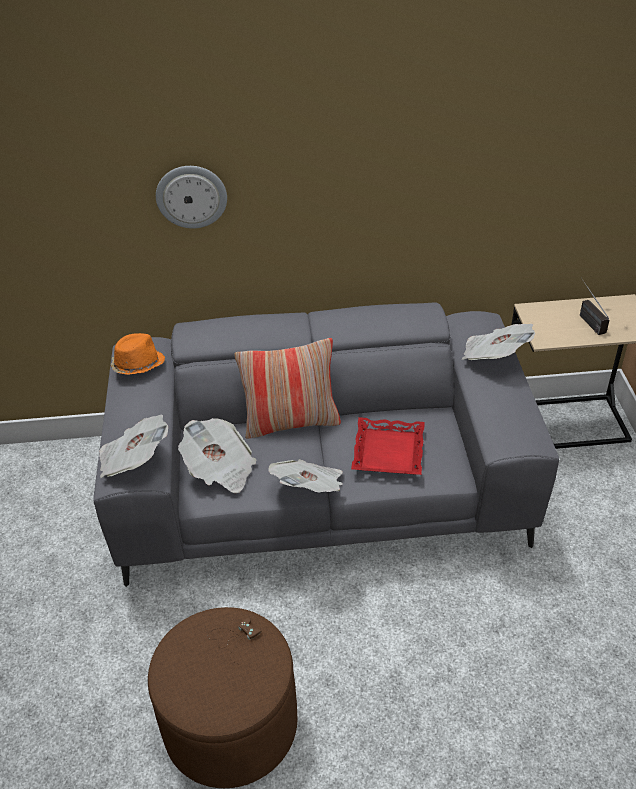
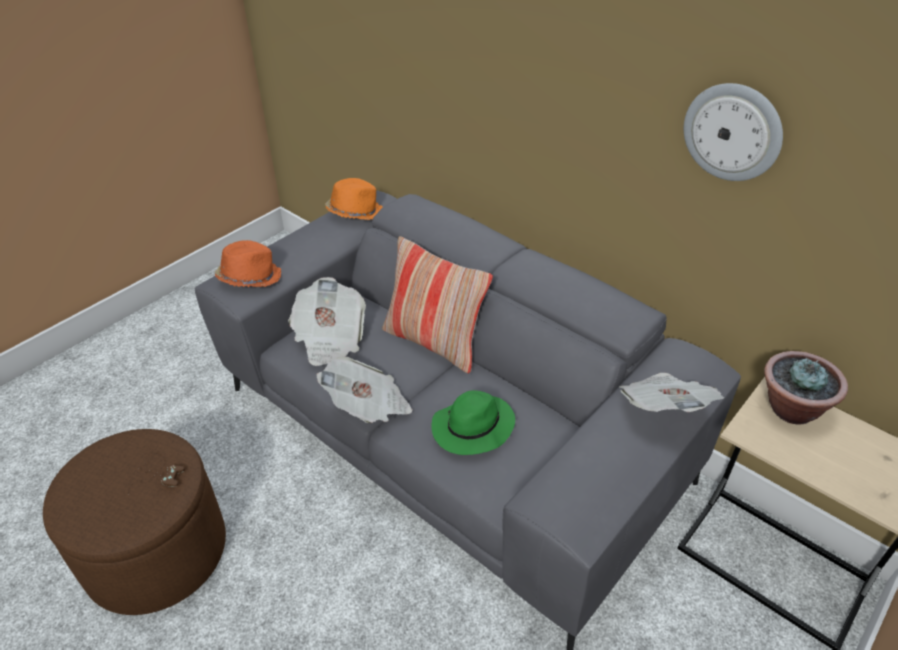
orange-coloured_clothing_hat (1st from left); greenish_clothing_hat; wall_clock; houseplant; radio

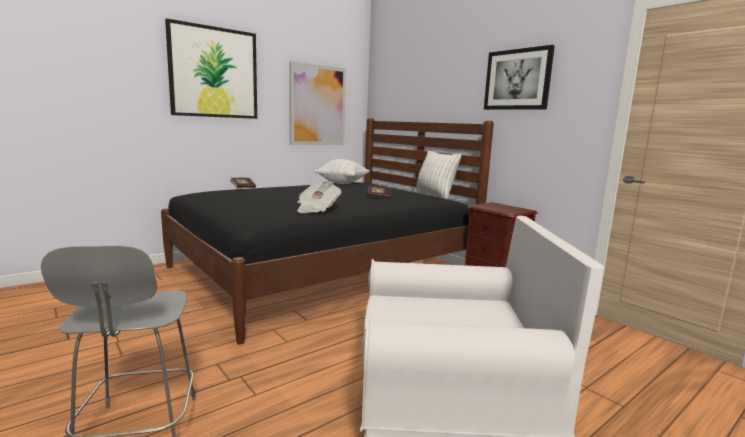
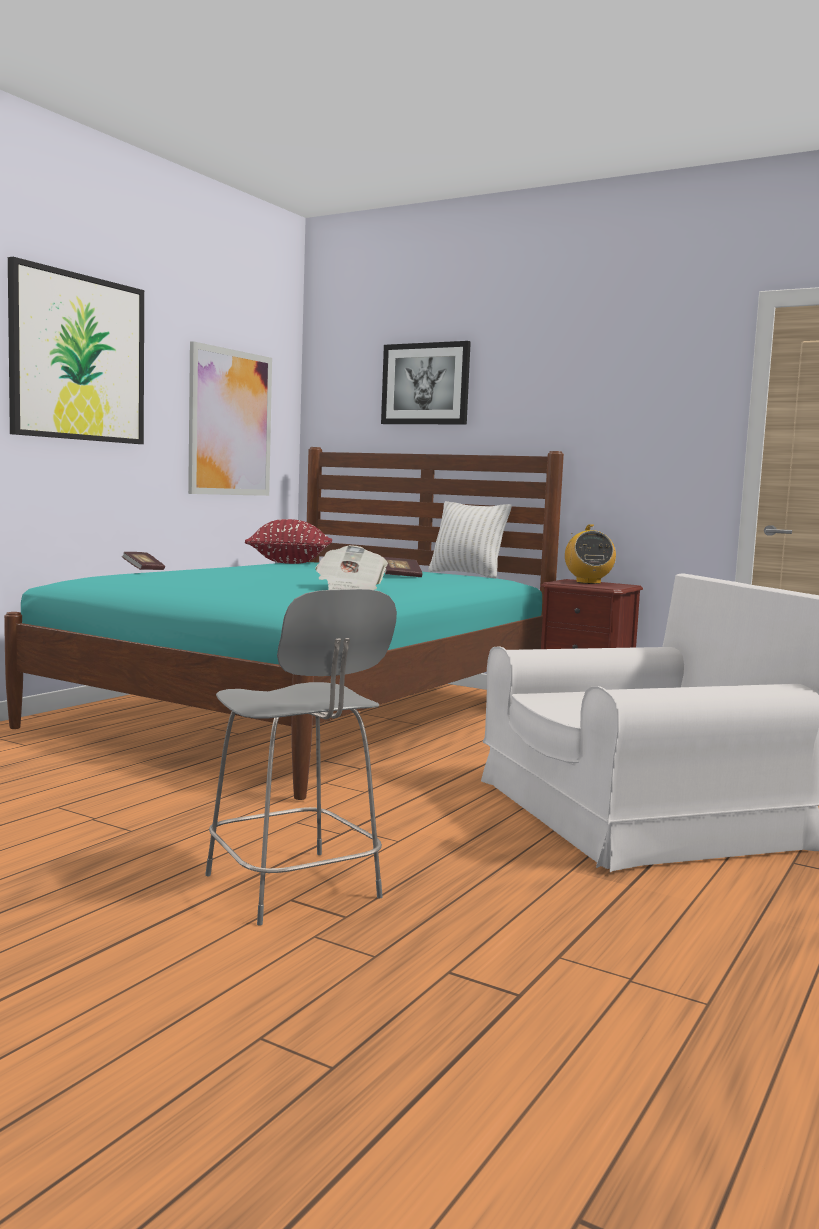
turquoise-coloured_bed; reddish_pillow; wall_art (3rd from left); radio

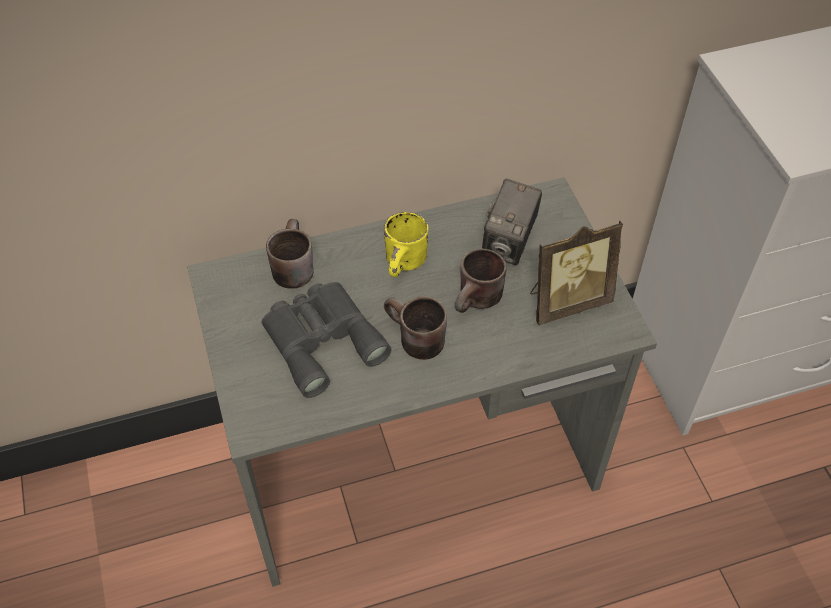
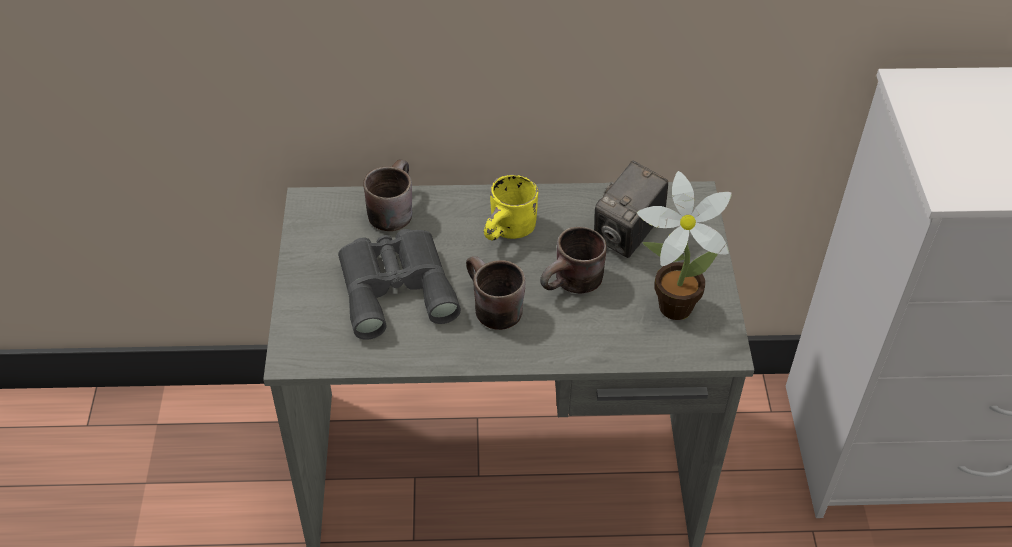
houseplant

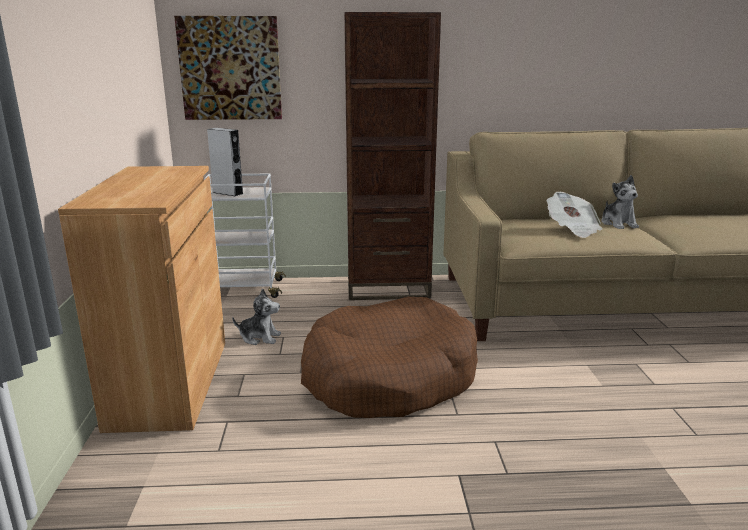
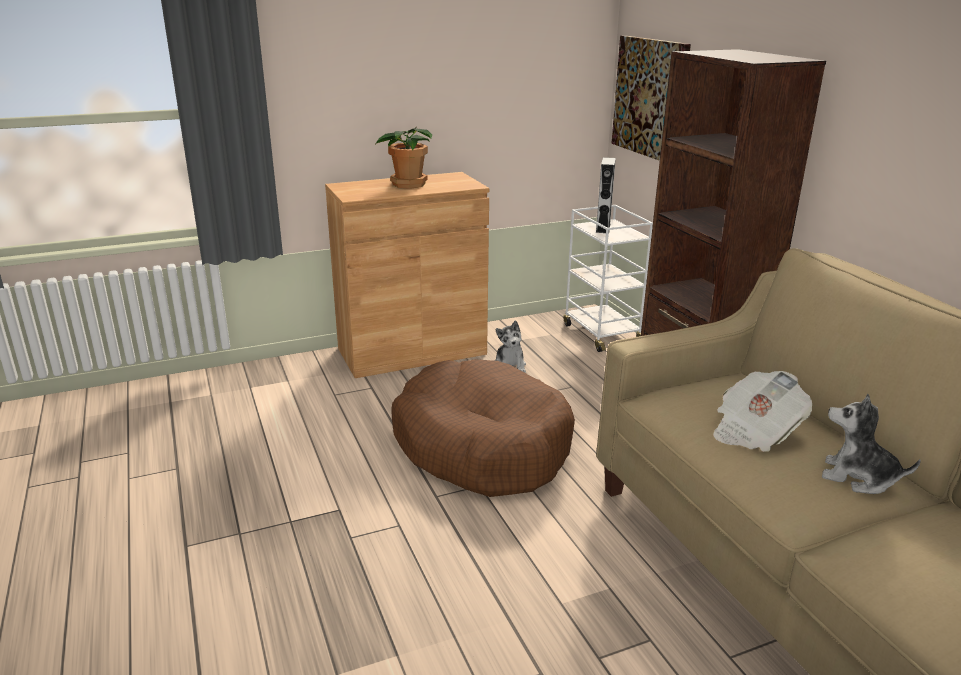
houseplant; soft_toy (2nd from left)

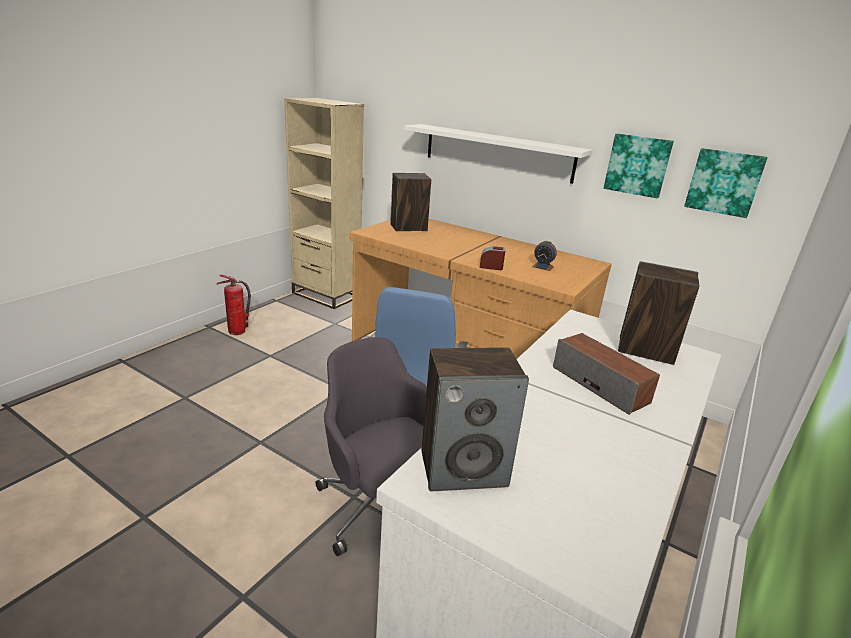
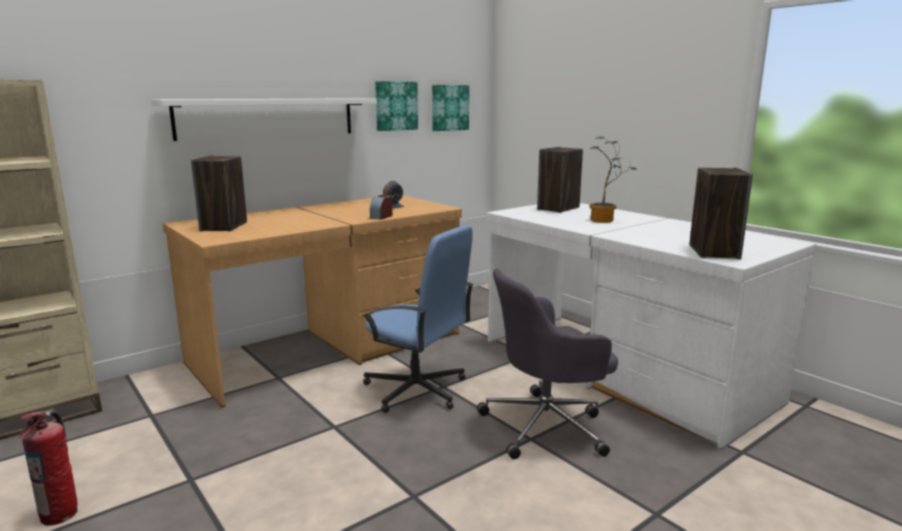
houseplant

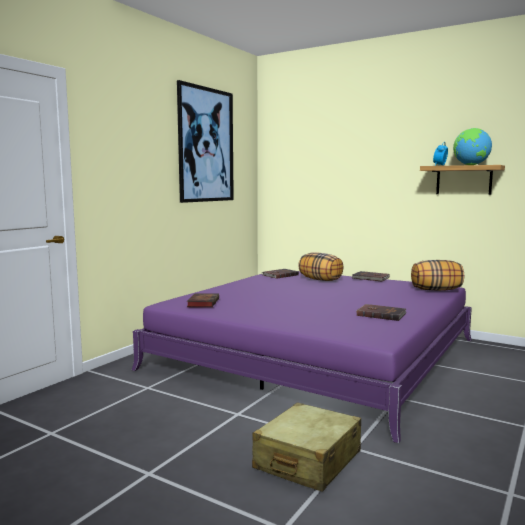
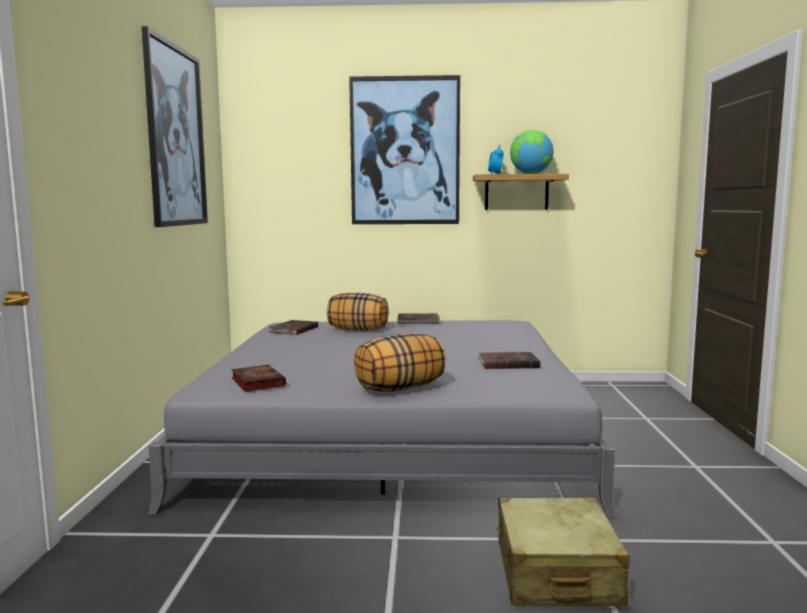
greyish_bed; wall_art (2nd from left); pillow (2nd from left)

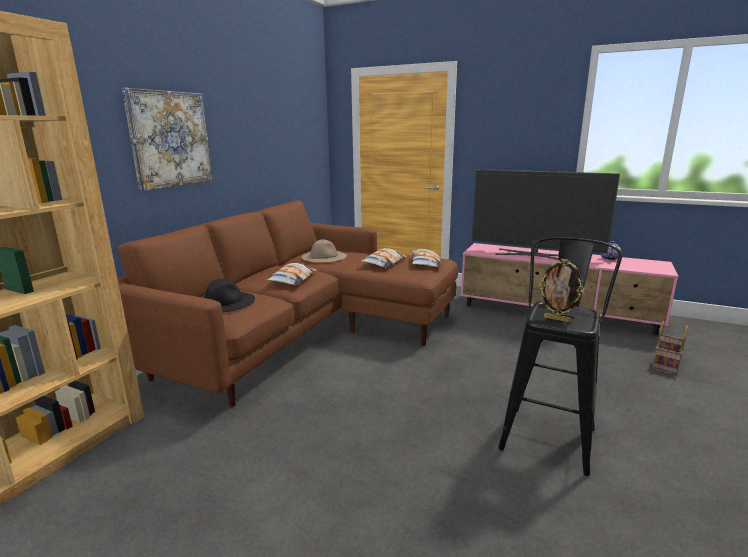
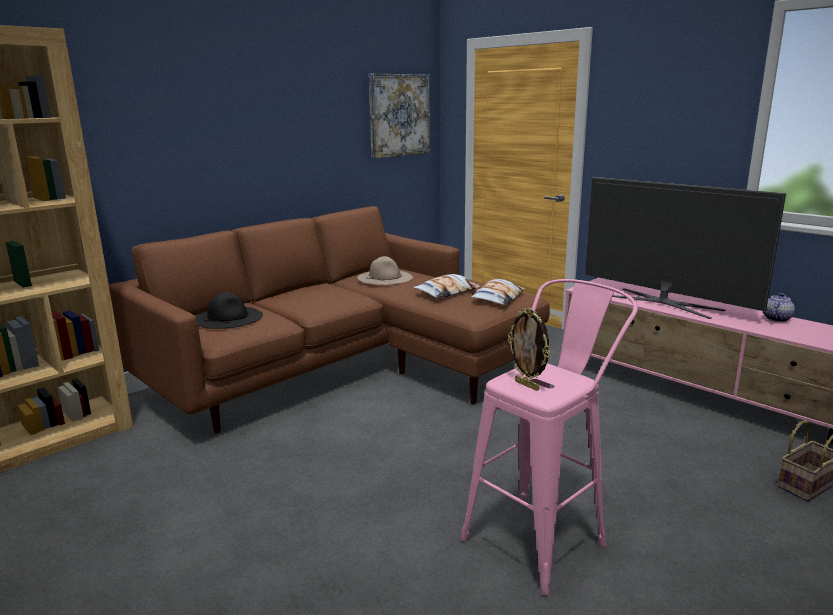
wall_art; pink-coloured_stool; pillow (1st from left in the first image)

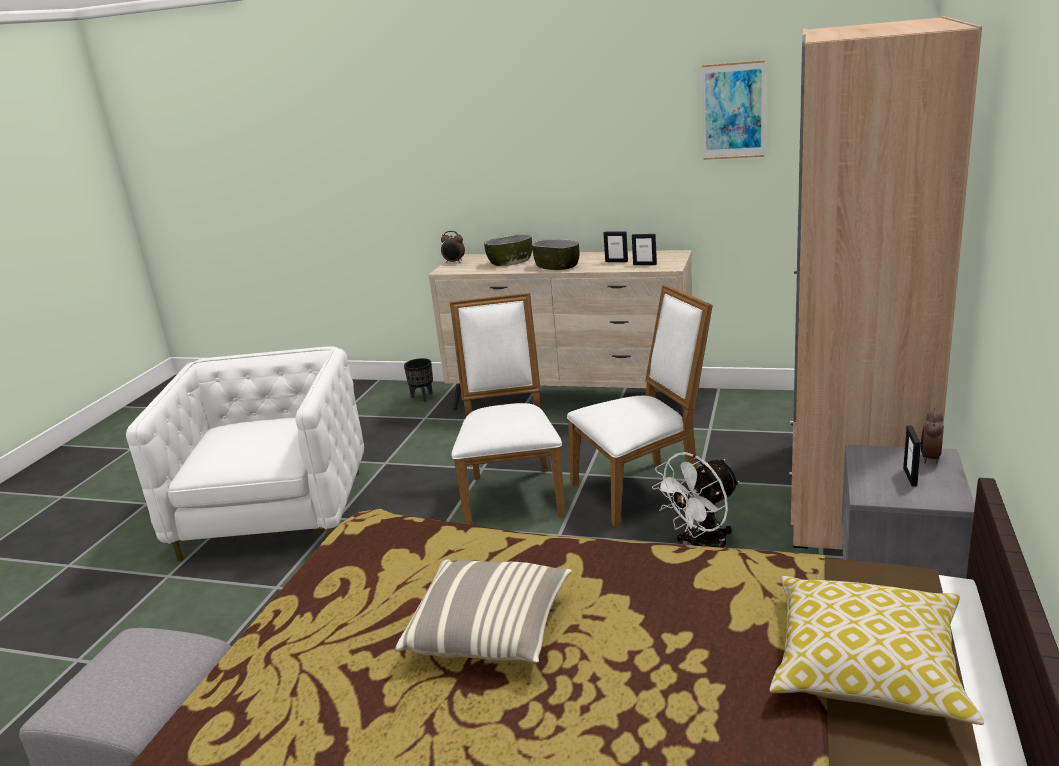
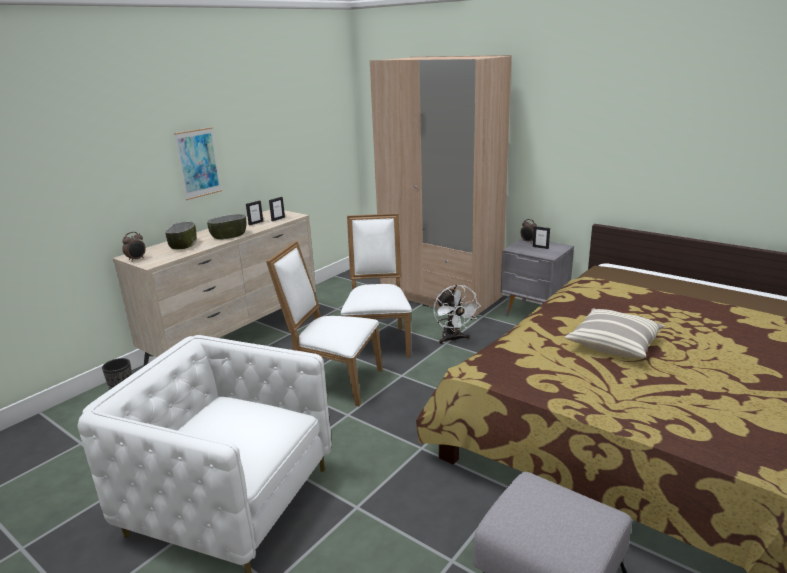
wall_art; pillow (2nd from left in the first image)

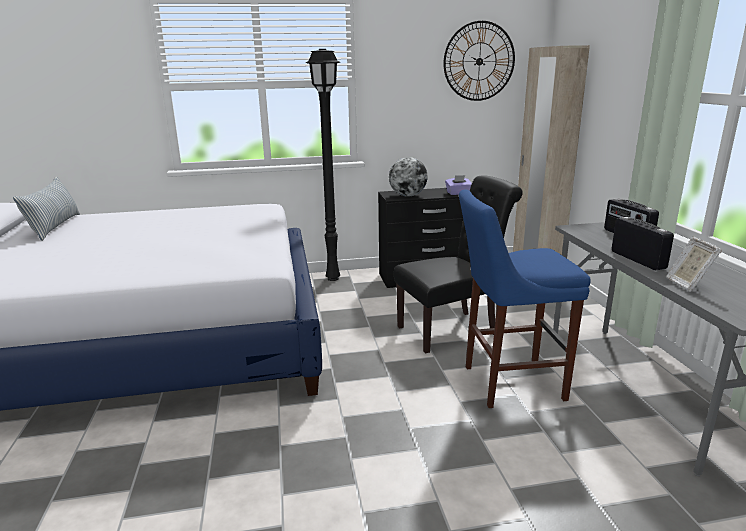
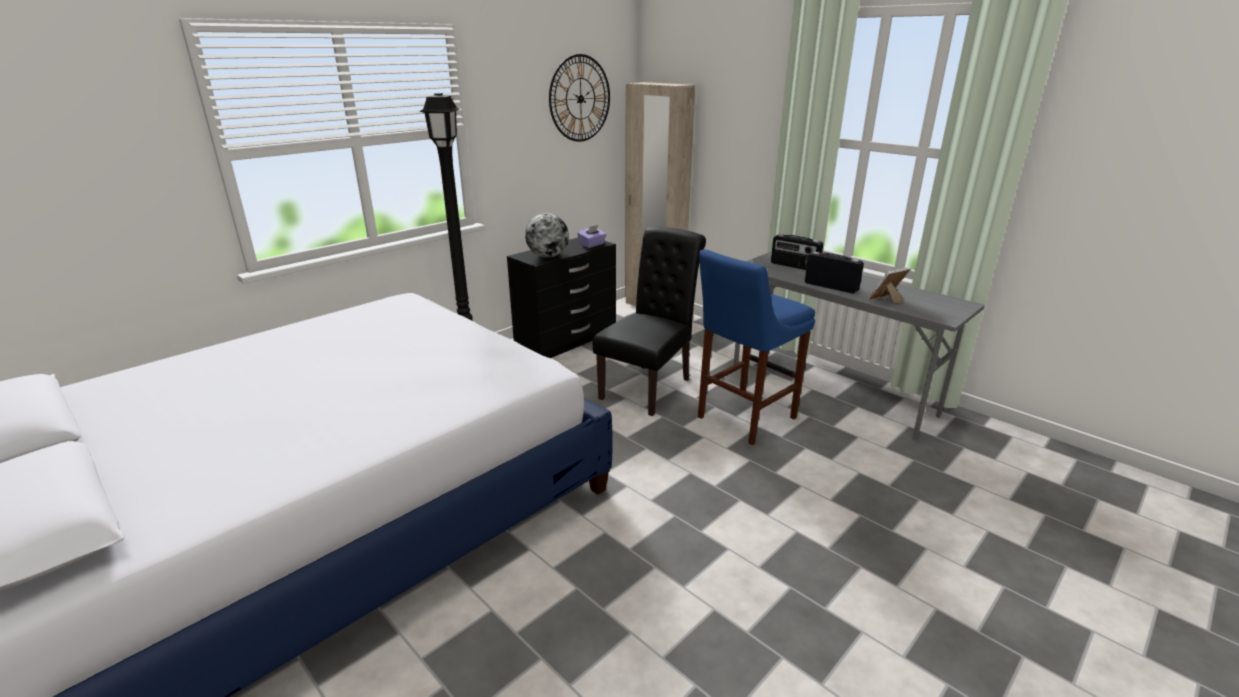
picture_frame; pillow

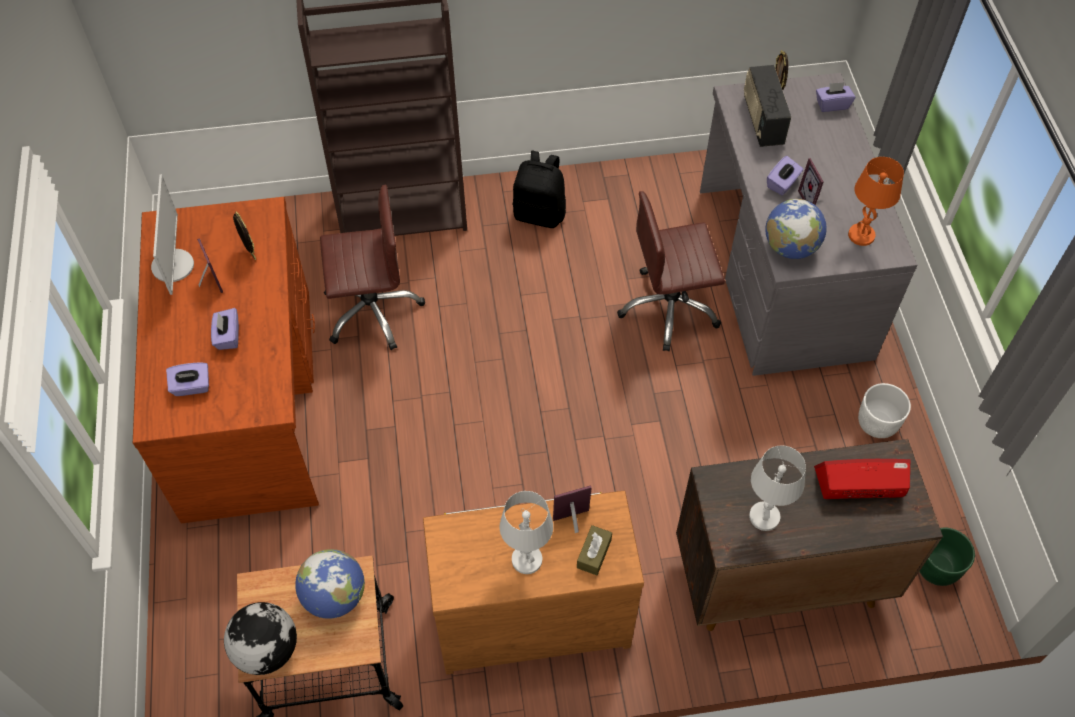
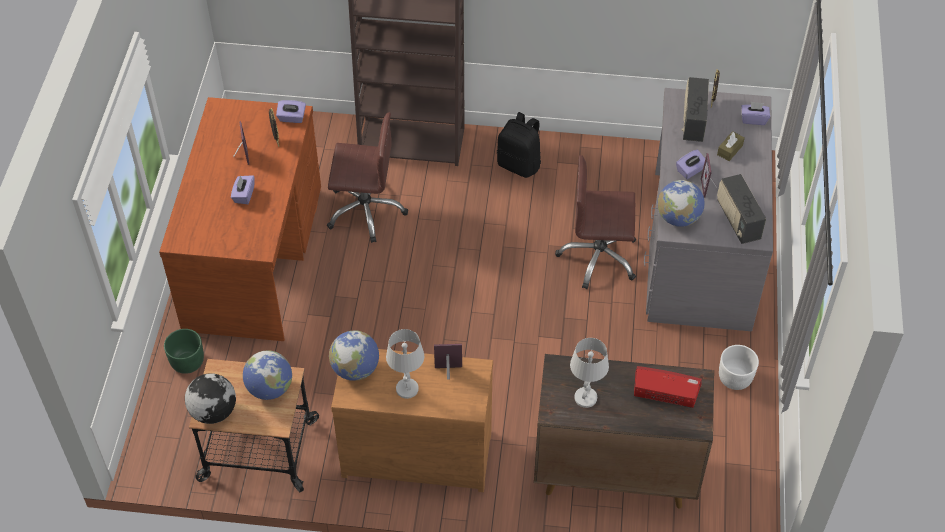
greenish_plant_pot; purplish_tissue_box (2nd from left); globe (3rd from left); brownish_tissue_box; radio (3rd from left); computer_display

